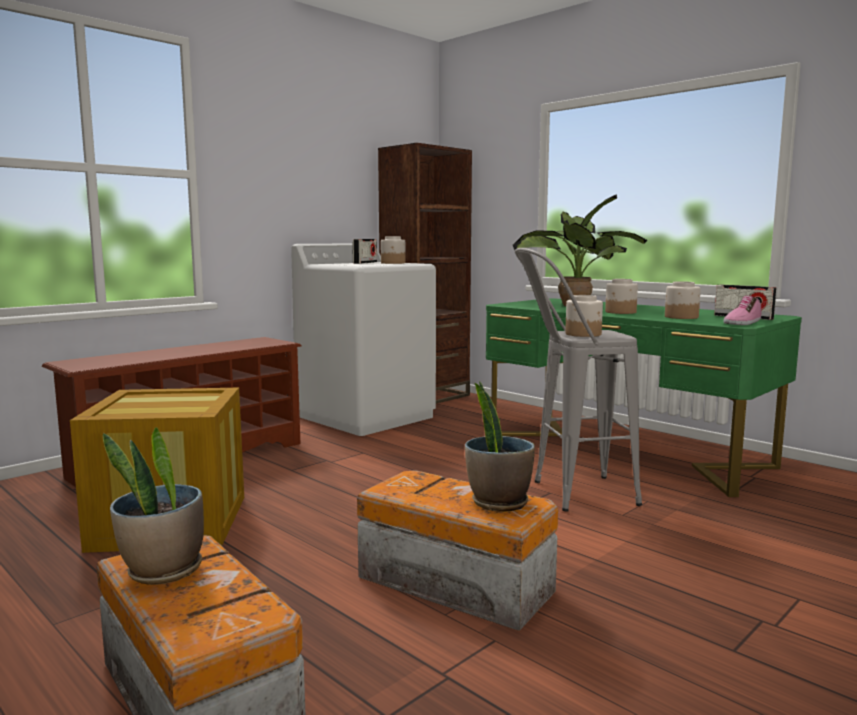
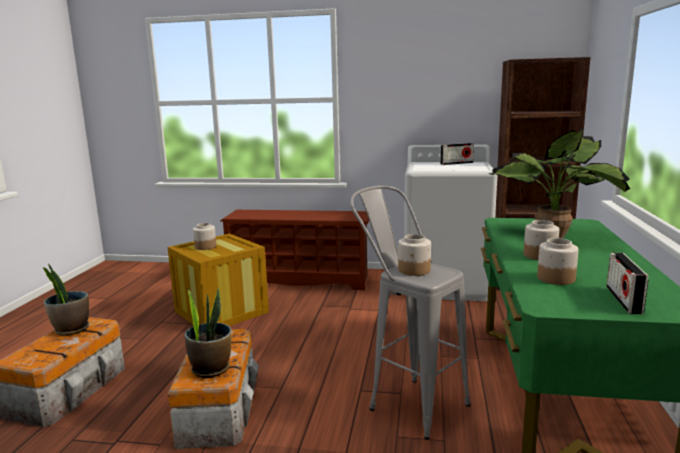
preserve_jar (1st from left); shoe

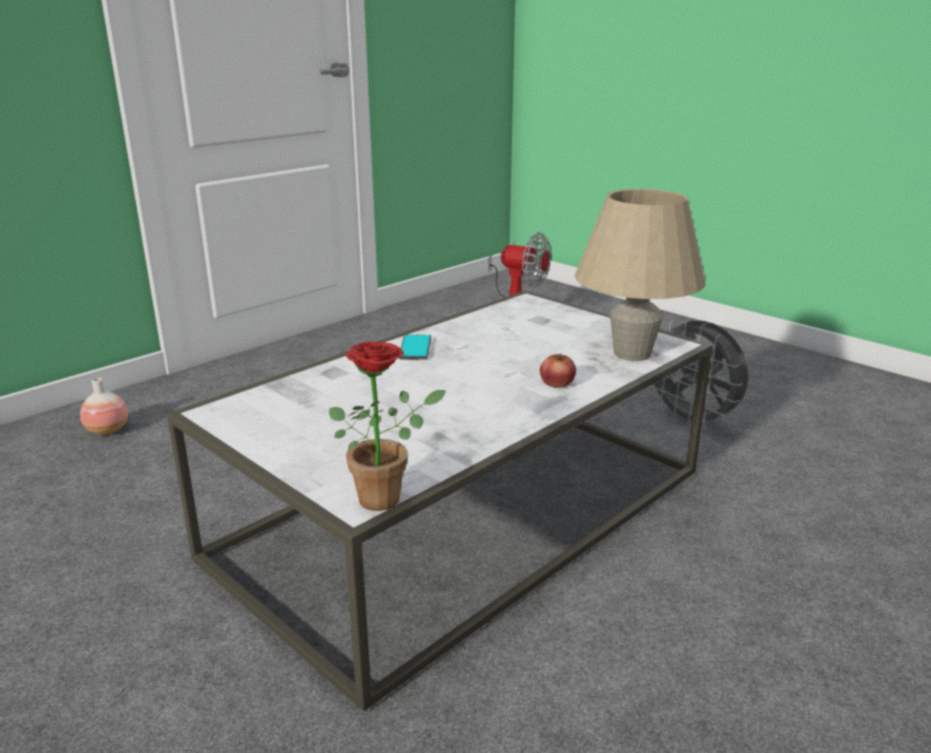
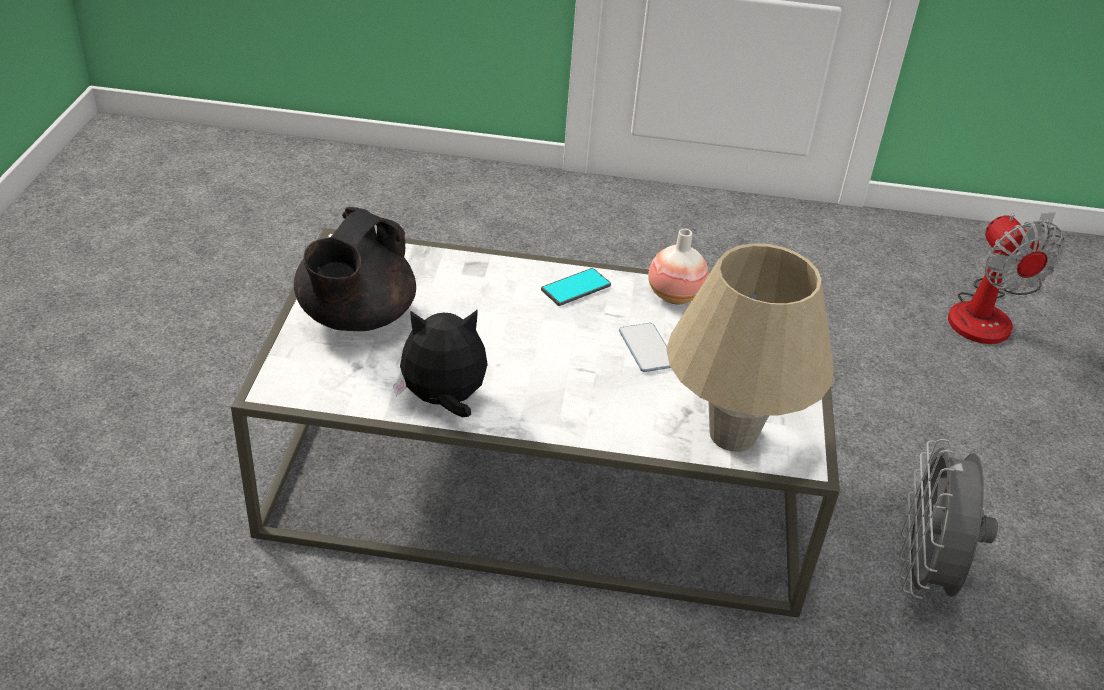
black_pot_for_tea; soft_toy; telephone (2nd from left); decorative_vase; houseplant; apple

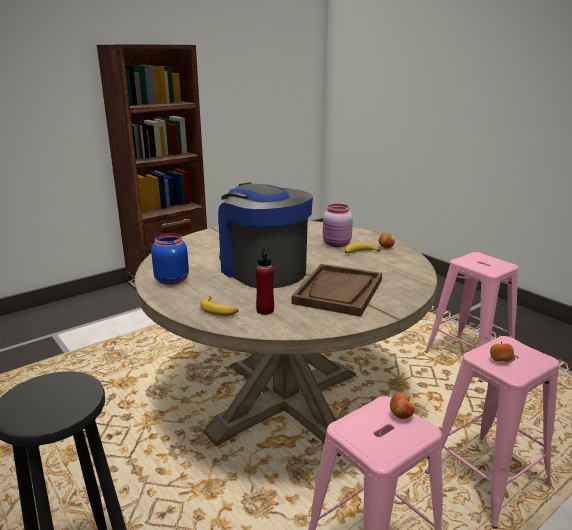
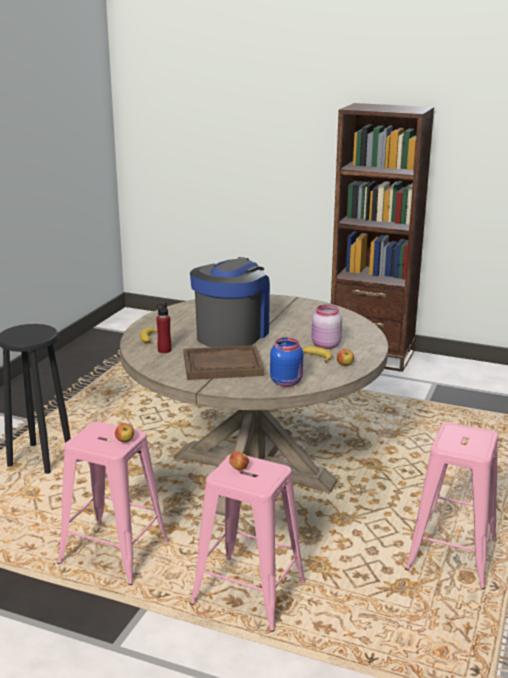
blue_preserve_jar

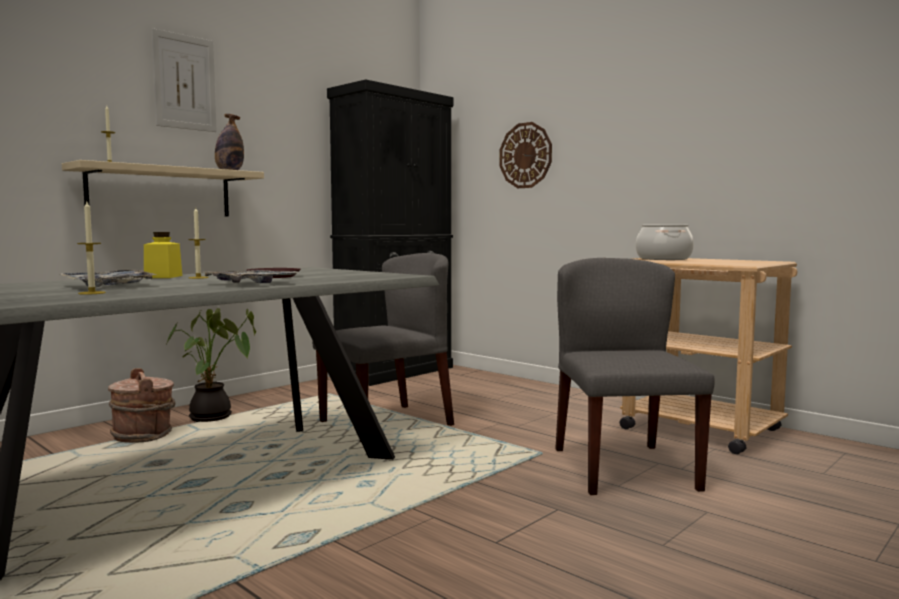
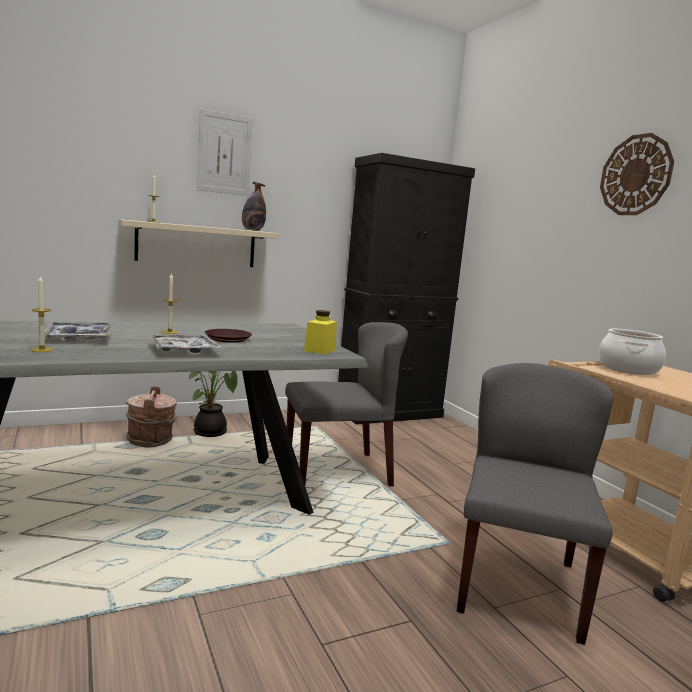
yellowish_preserve_jar; wall_clock

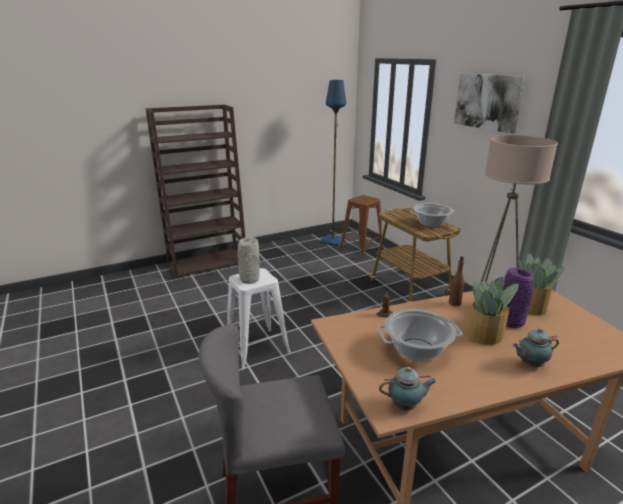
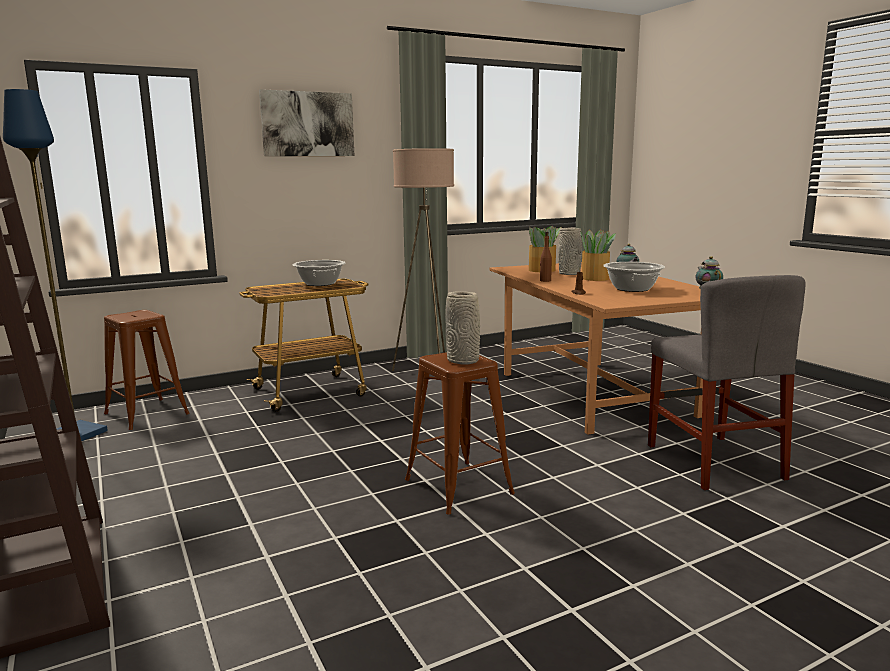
brownish_stool (2nd from left); greyish_decorative_vase (2nd from left)

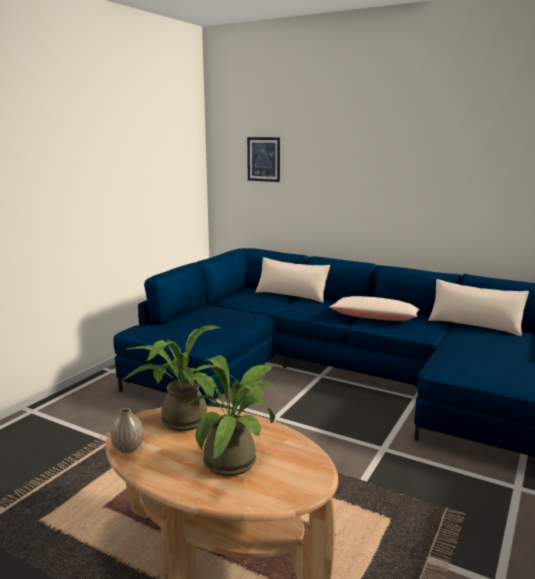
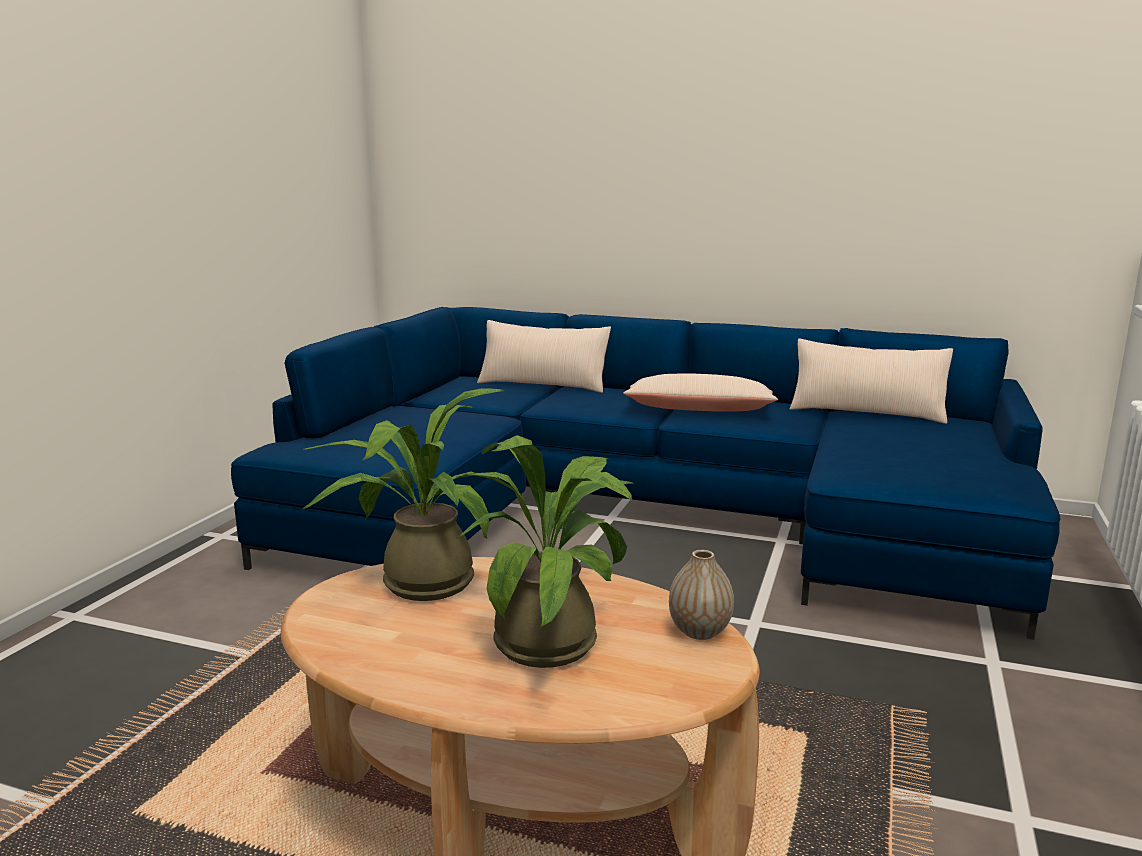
decorative_vase; wall_art

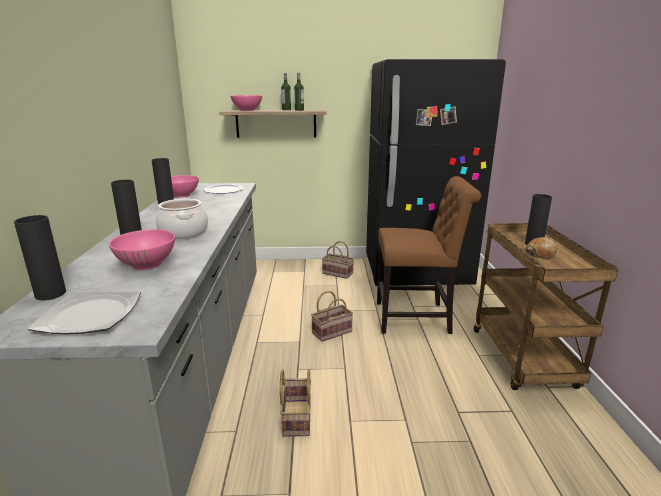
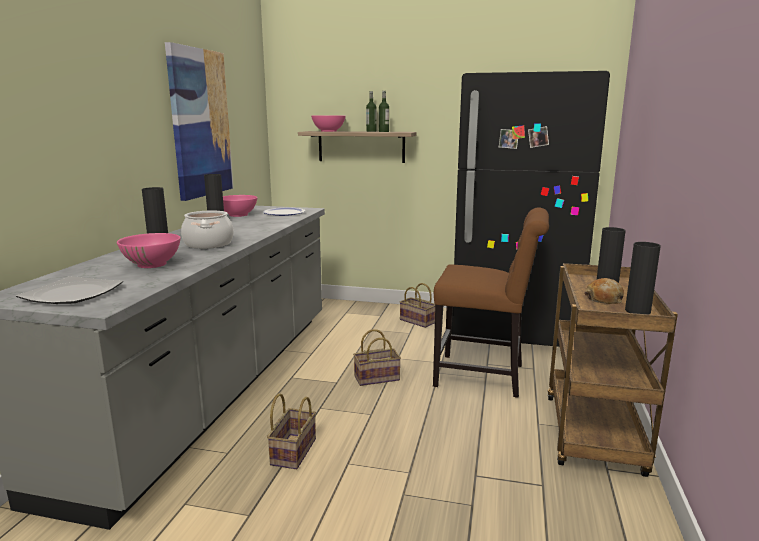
wall_art; black_decorative_vase (4th from left)

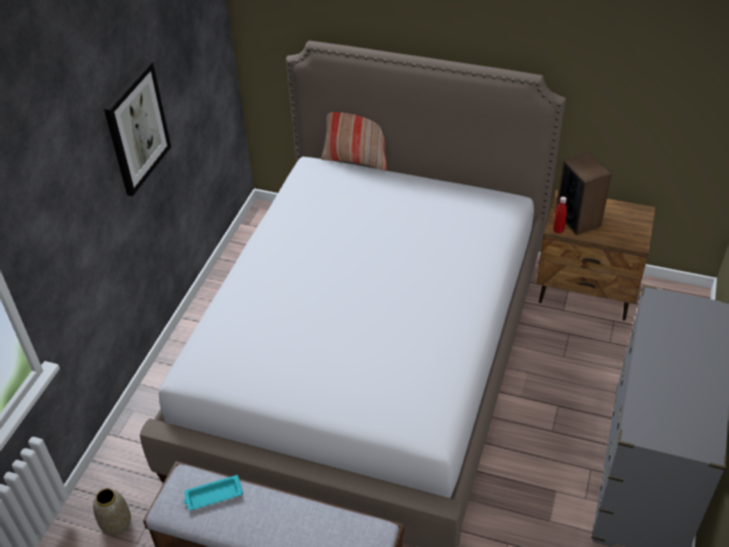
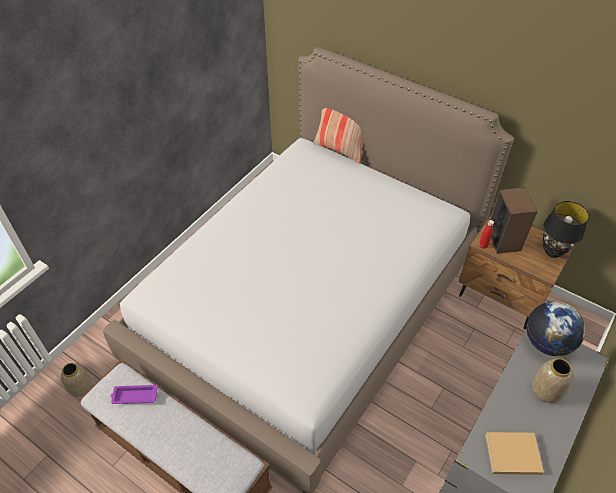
purplish_serving_tray; beige-coloured_book; globe; decorative_vase (2nd from left); black_tabletop_lamp; wall_art

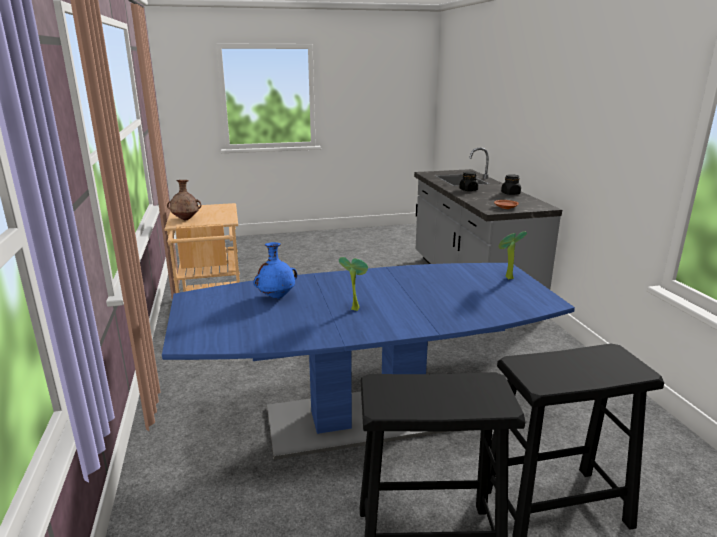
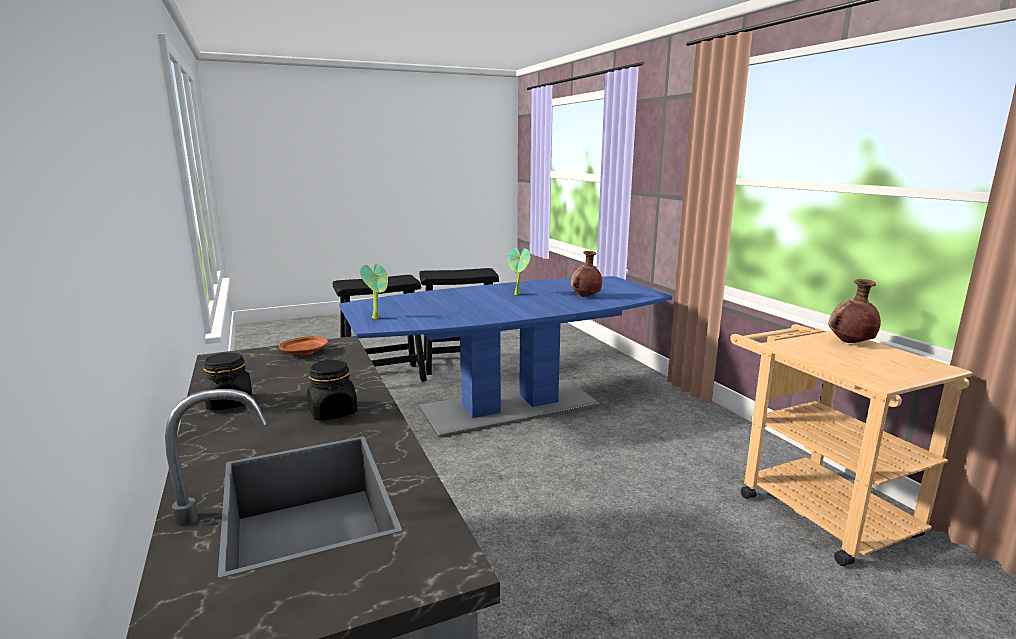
brownish_decorative_vase (1st from left)

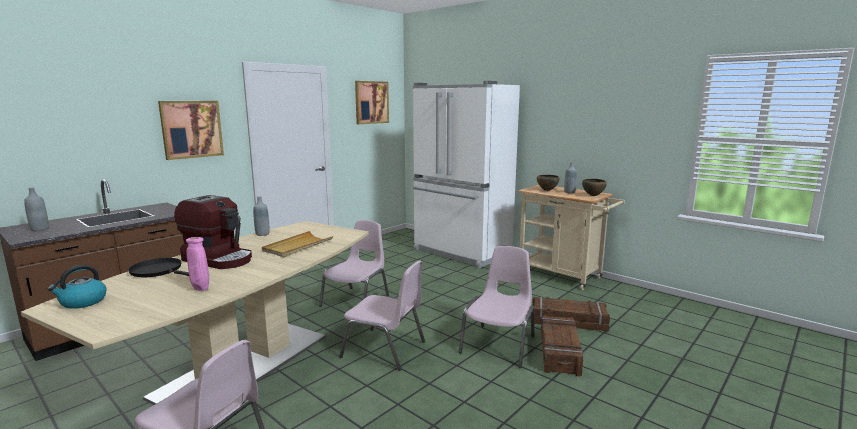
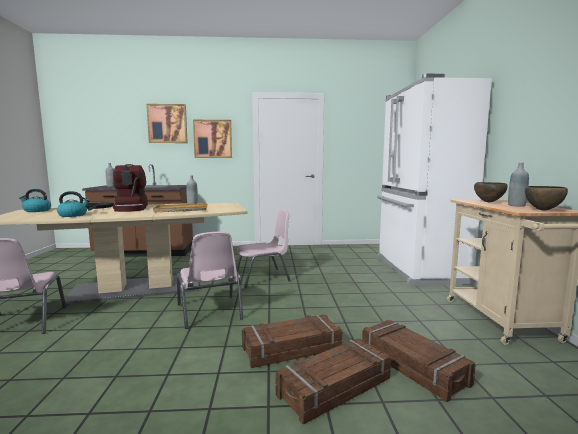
water_kettle (2nd from left); wall_art (1st from left); shipping_crate (1st from left)

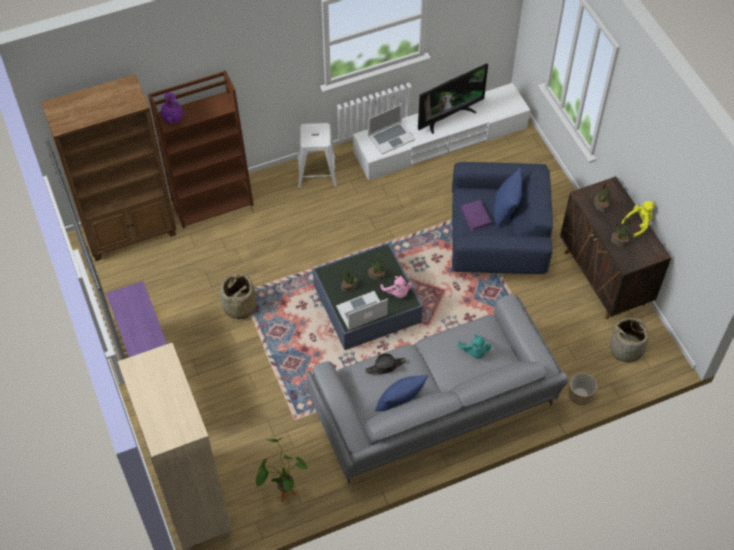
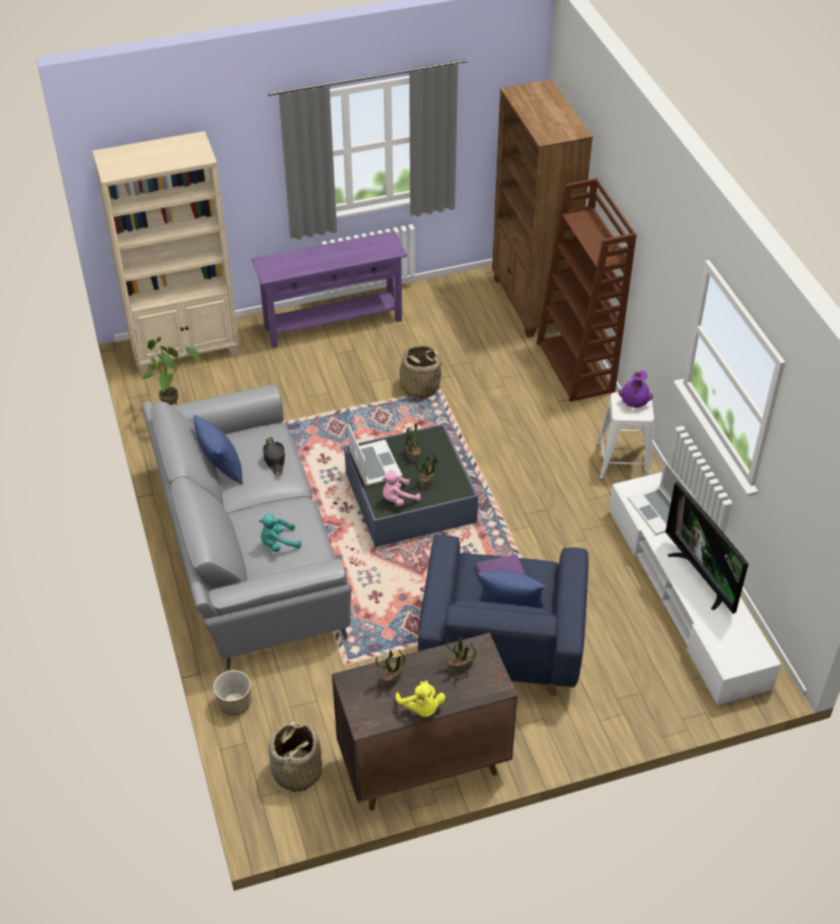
purplish_decorative_vase

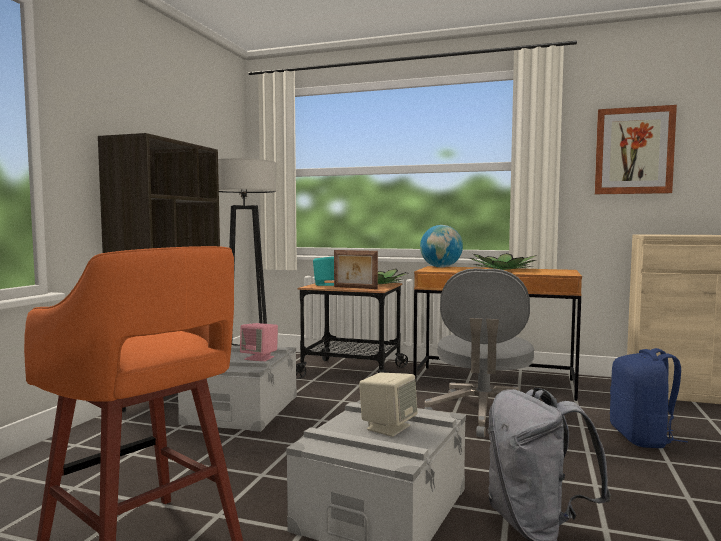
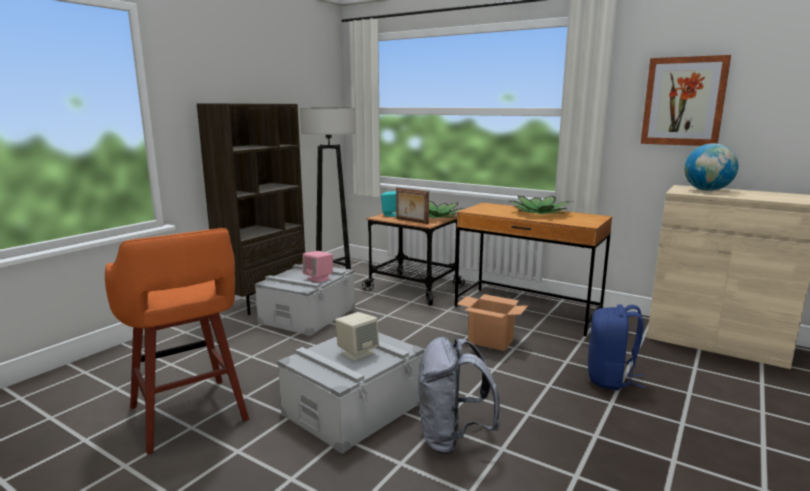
packing_box; globe

